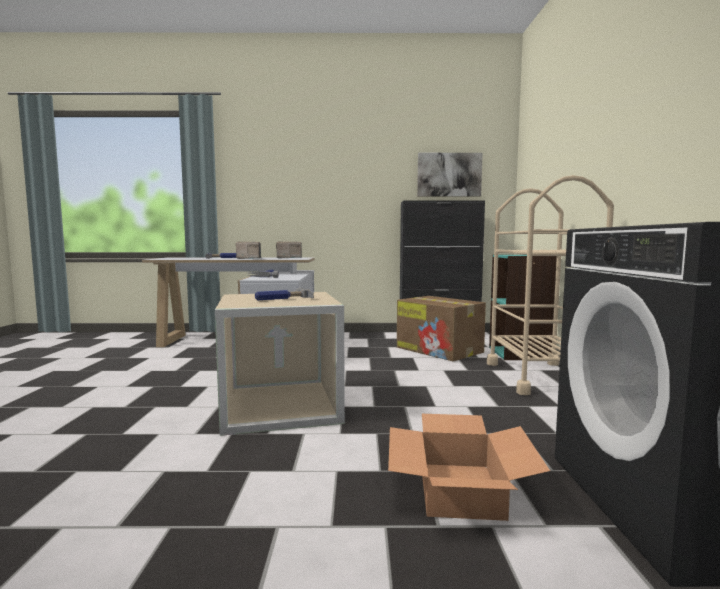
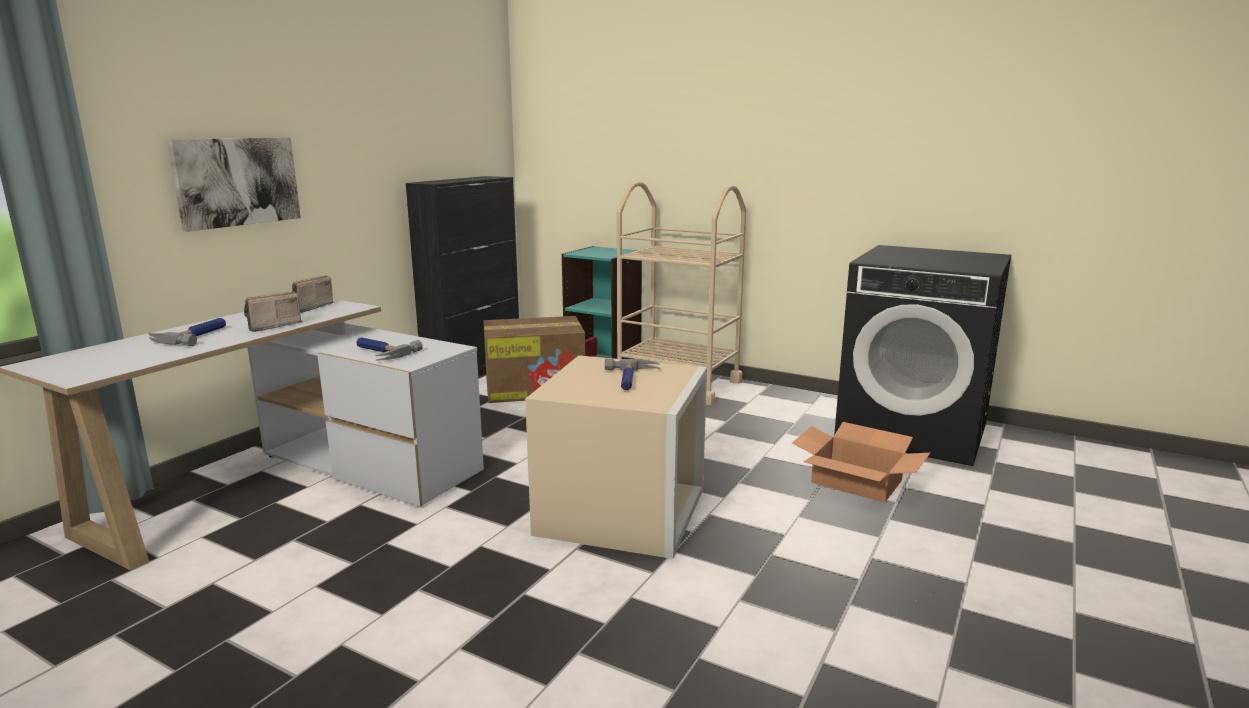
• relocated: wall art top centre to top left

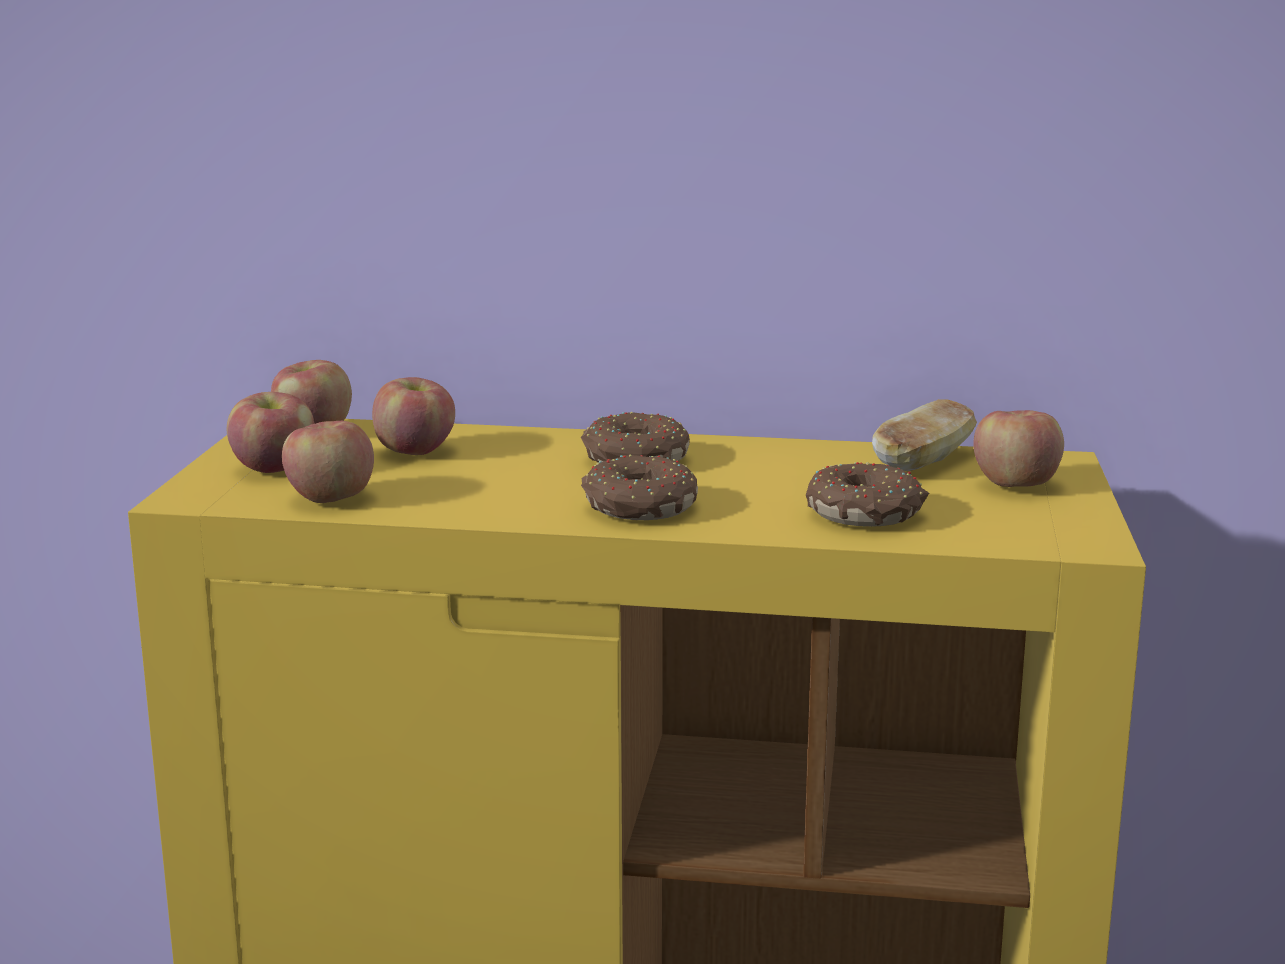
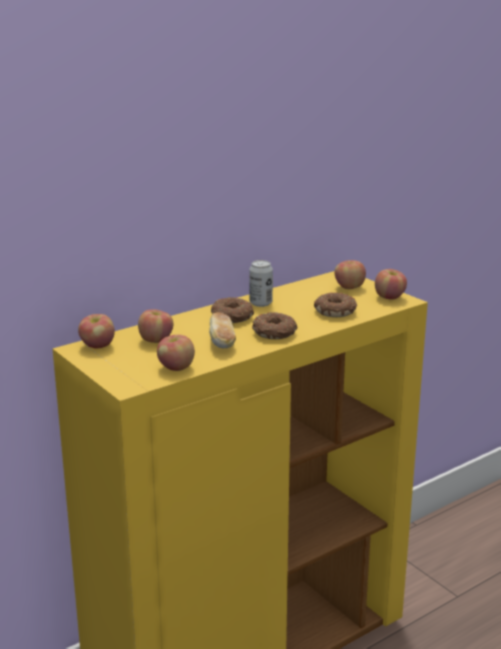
• relocated: baked bread middle right to centre
• appeared: sealed can centre
• relocated: apple fruit (no. 1 from left in the first image) middle left to apple fruit (no. 5 from left) middle right

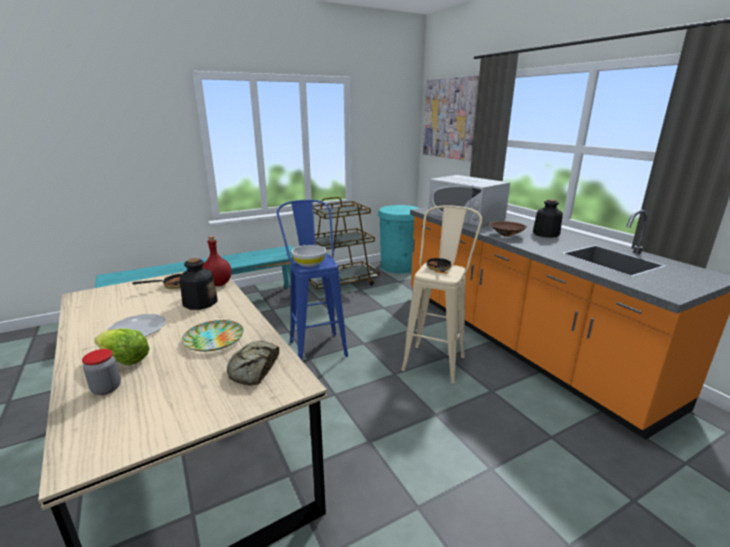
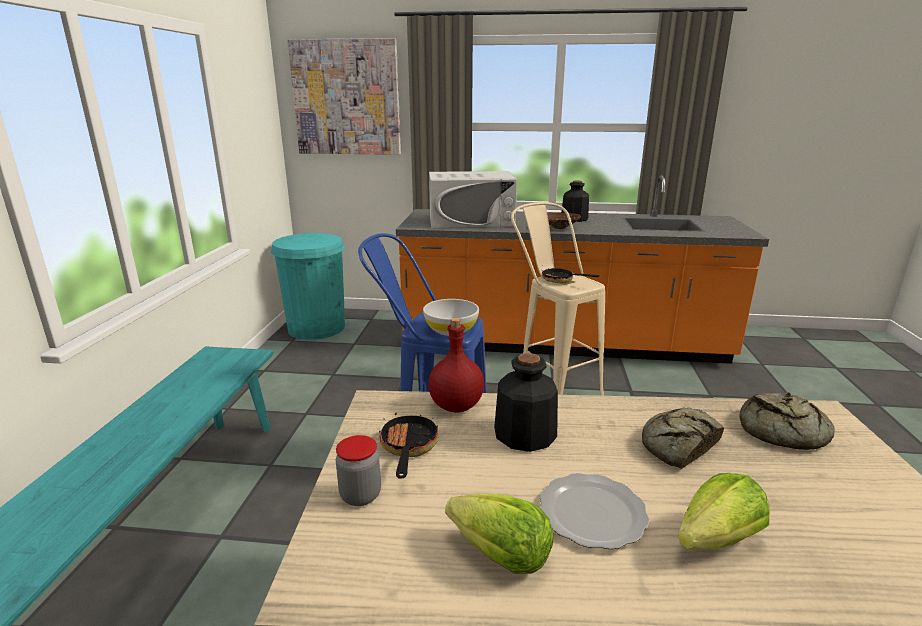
• relocated: storage jar bottom left to bottom centre
• appeared: head of lettuce (no. 1 from left) bottom centre
• exchanged: plate (no. 2 from left) middle left to baked bread (no. 1 from left) bottom right
• missing: brownish wheeled cart centre

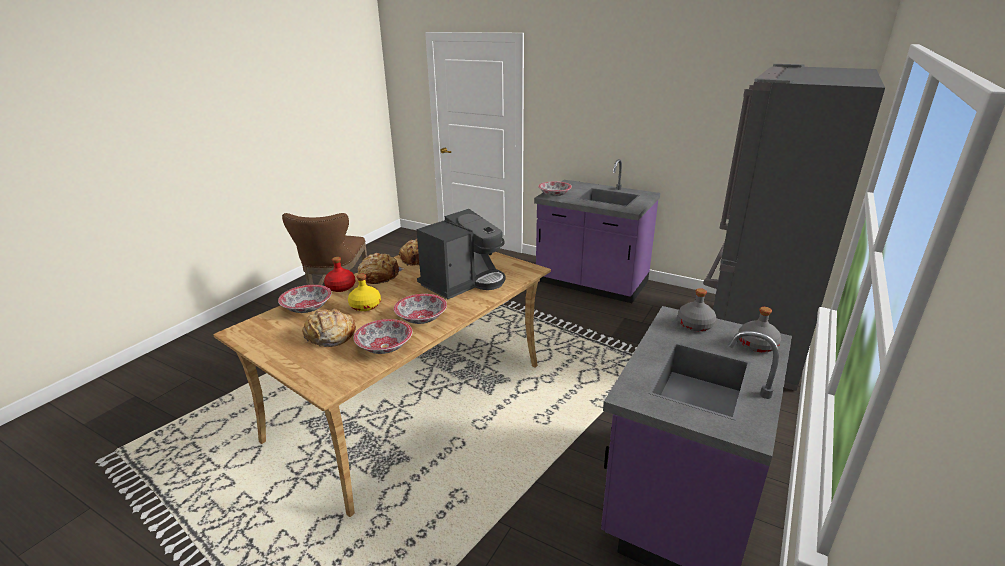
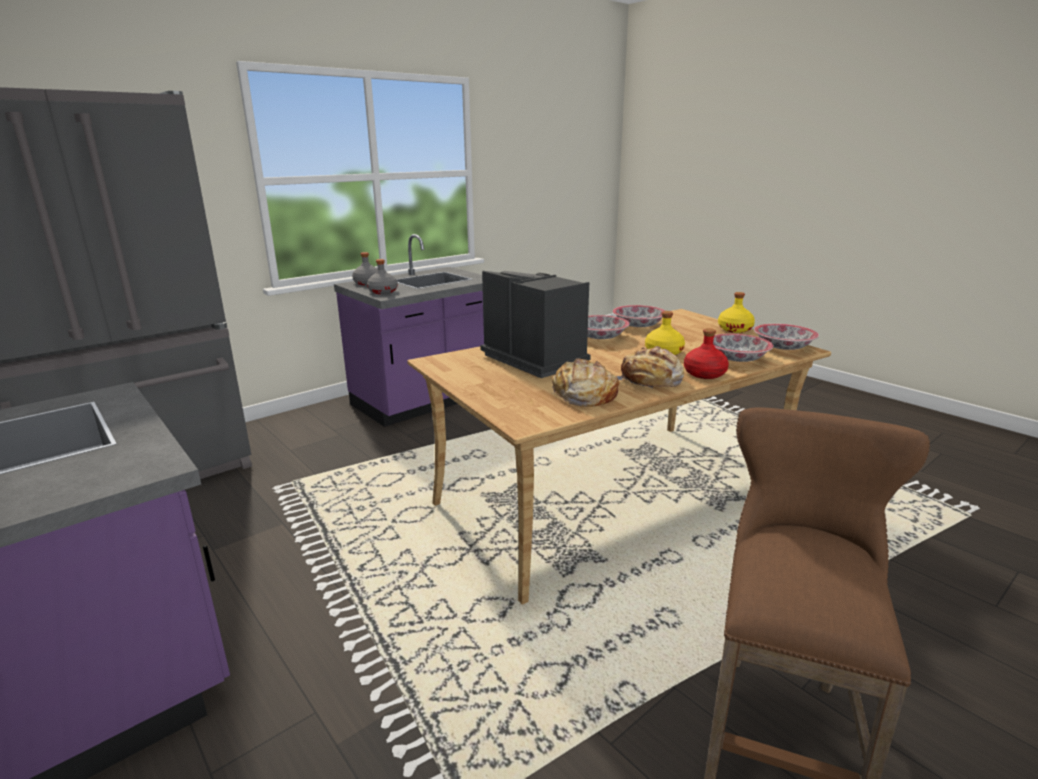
• spun: coffee maker centre = centre 75 degrees clockwise
• appeared: yellowish bottle (no. 2 from left) middle right
• relocated: deep dish (no. 4 from left) top centre to middle right
• missing: baked bread (no. 1 from left) middle left

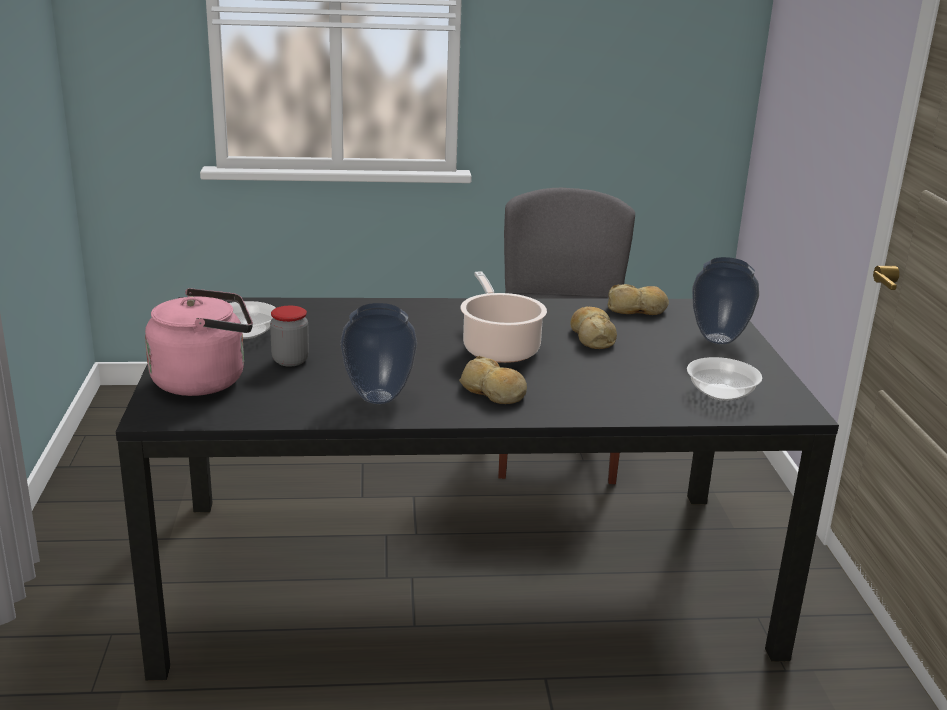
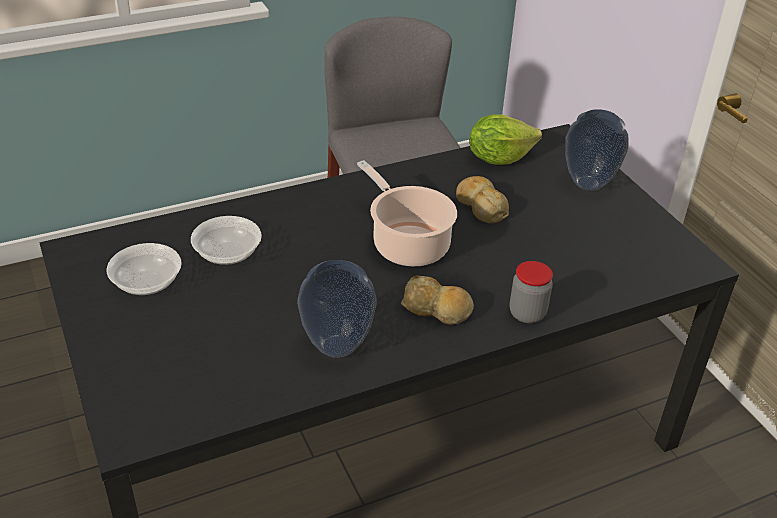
• relocated: deep dish (no. 2 from left) middle right to middle left
• exchanged: baked bread (no. 3 from left) middle right to head of lettuce top centre
• relocated: storage jar middle left to middle right
• missing: pinkish water kettle middle left

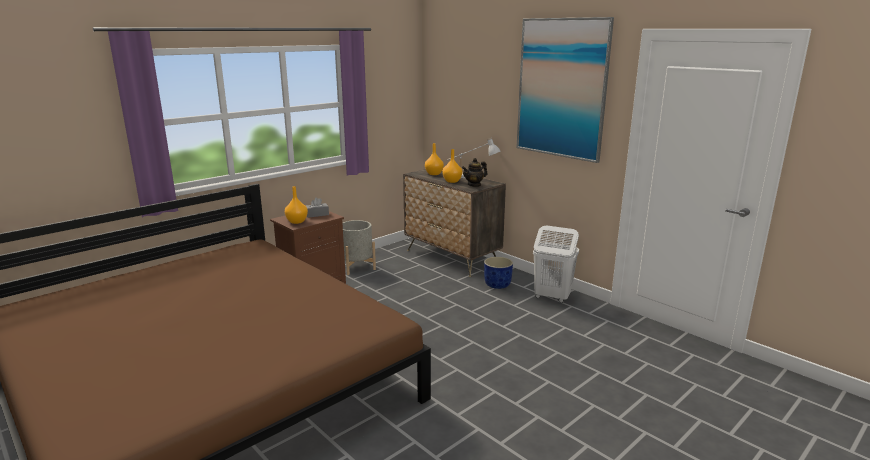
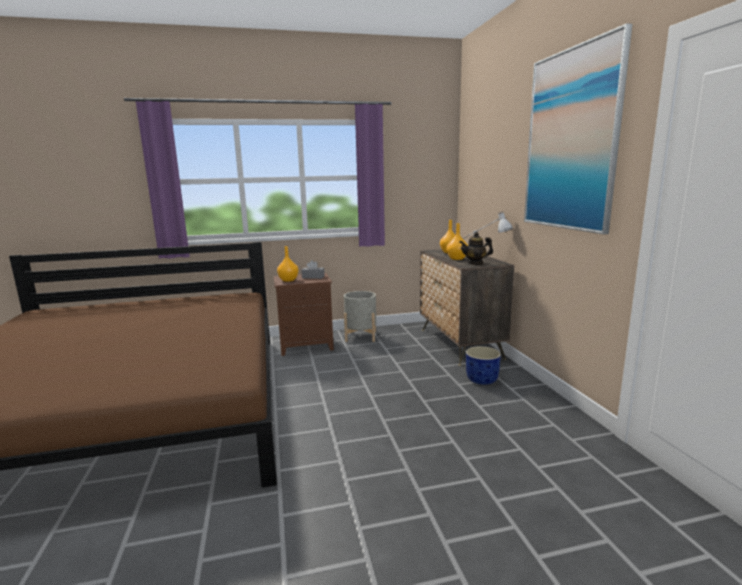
• missing: white-coloured hamper centre

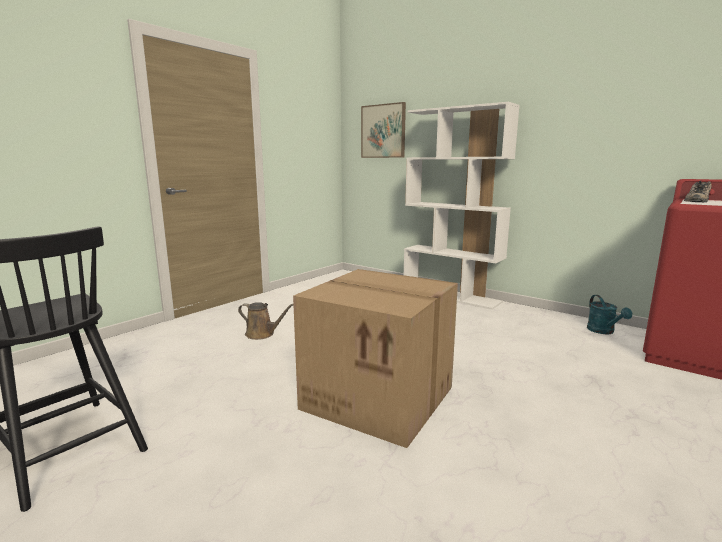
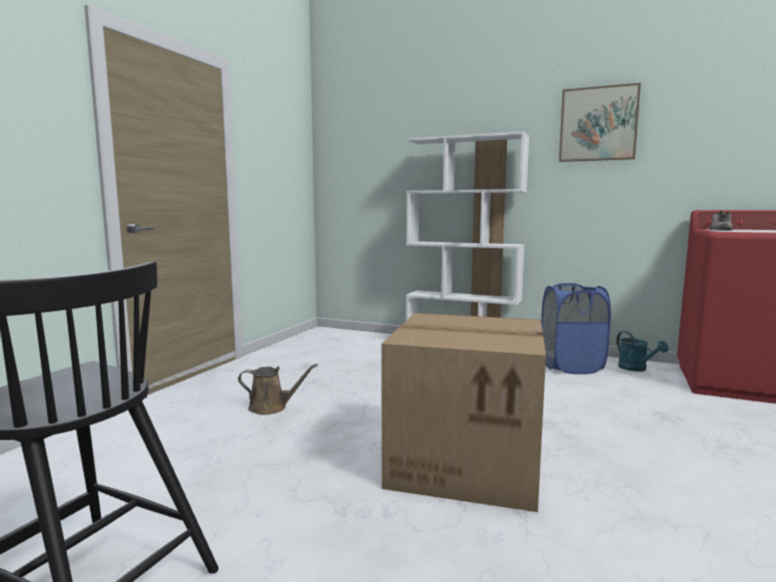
• appeared: blue-coloured hamper middle right
• relocated: wall art top centre to top right

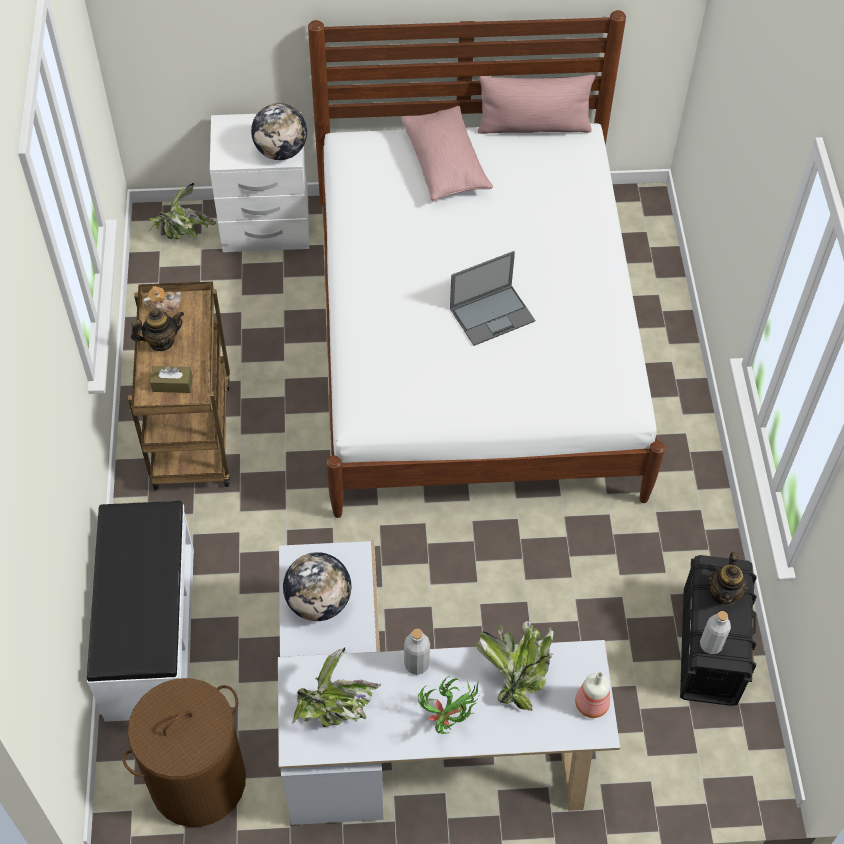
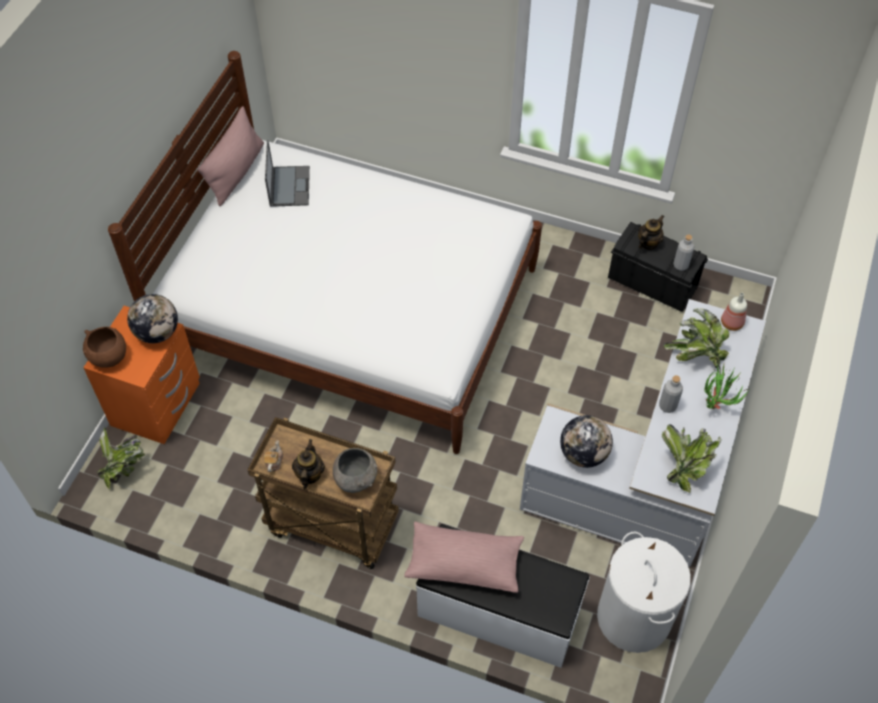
• colour: white-coloured night table top left to orange night table middle left
• appeared: brownish deep dish middle left
• relocated: laptop centre to top left
• exchanged: brownish box of tissues middle left to grey deep dish bottom centre
• relocated: pinkish throw pillow (no. 1 from left in the first image) top centre to pinkish throw pillow (no. 2 from left) bottom centre
• colour: brownish hamper bottom left to white-coloured hamper bottom right
• spun: tea pot (no. 3 from left) bottom right = top right 90 degrees counterclockwise

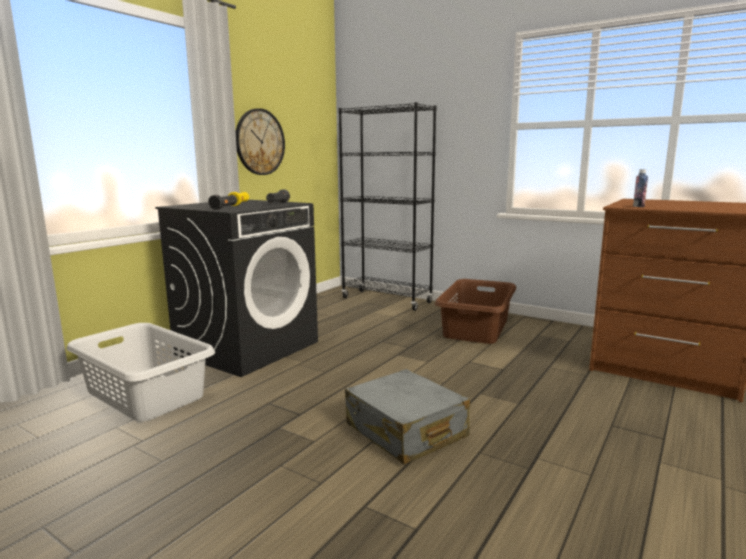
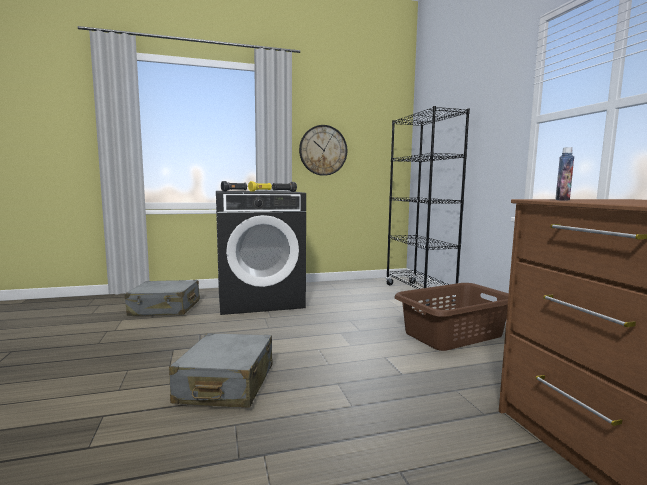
• exchanged: grey hamper middle left to grey travel case (no. 1 from left) middle left

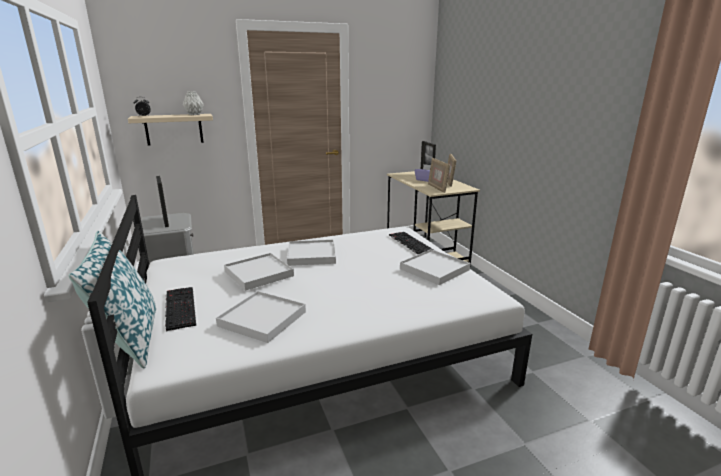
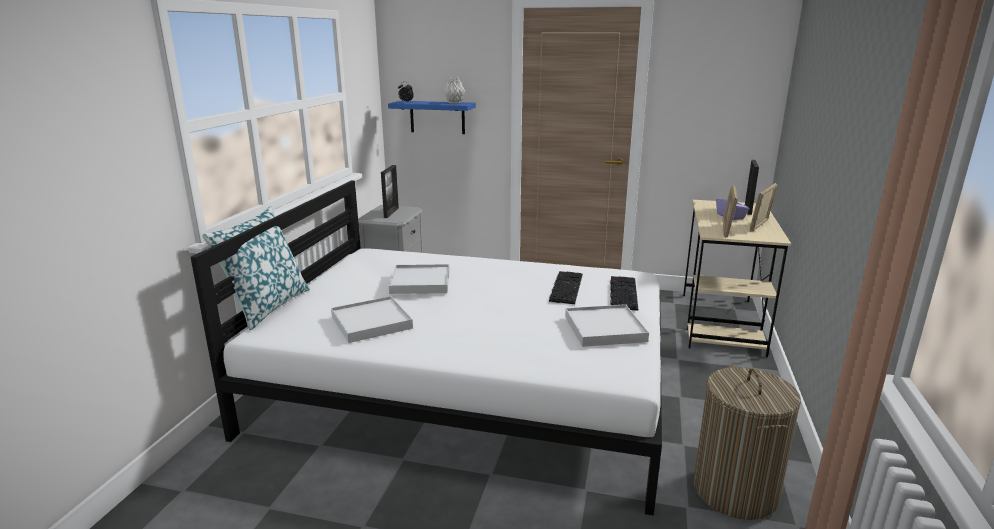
• colour: beige-coloured shelf top left to blue-coloured shelf top centre
• relocated: computer keyboard (no. 1 from left) middle left to centre
• appeared: hamper bottom right
• missing: white-coloured serving tray (no. 3 from left) centre

